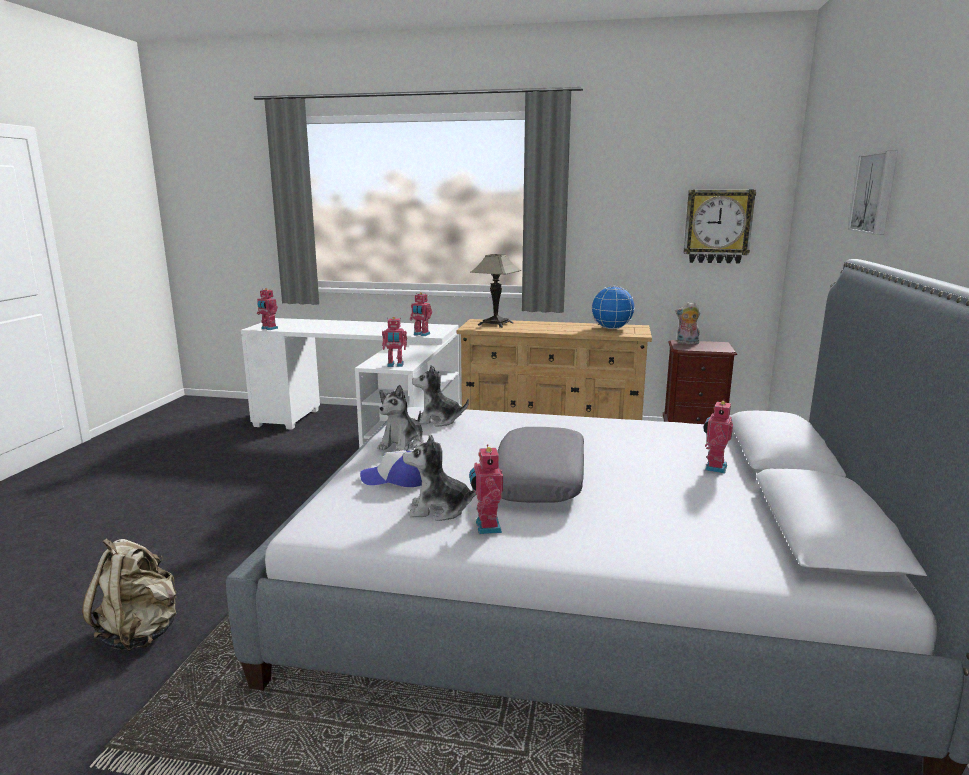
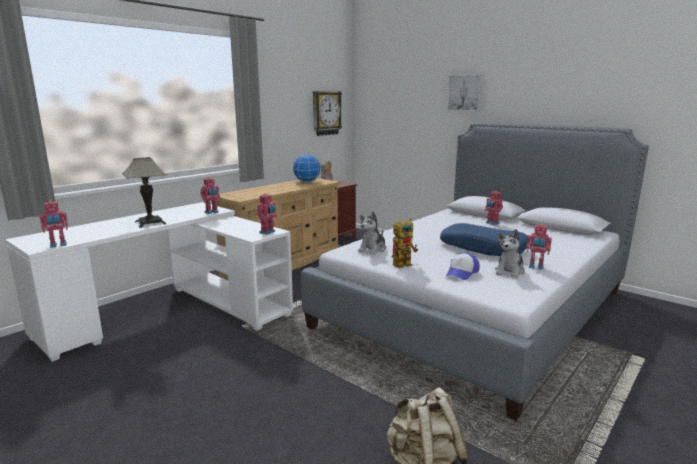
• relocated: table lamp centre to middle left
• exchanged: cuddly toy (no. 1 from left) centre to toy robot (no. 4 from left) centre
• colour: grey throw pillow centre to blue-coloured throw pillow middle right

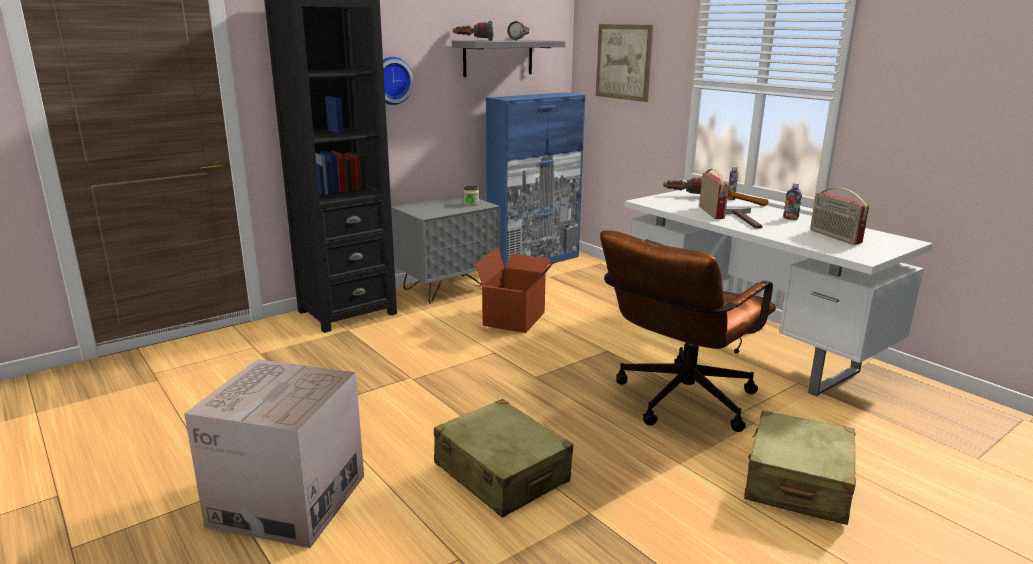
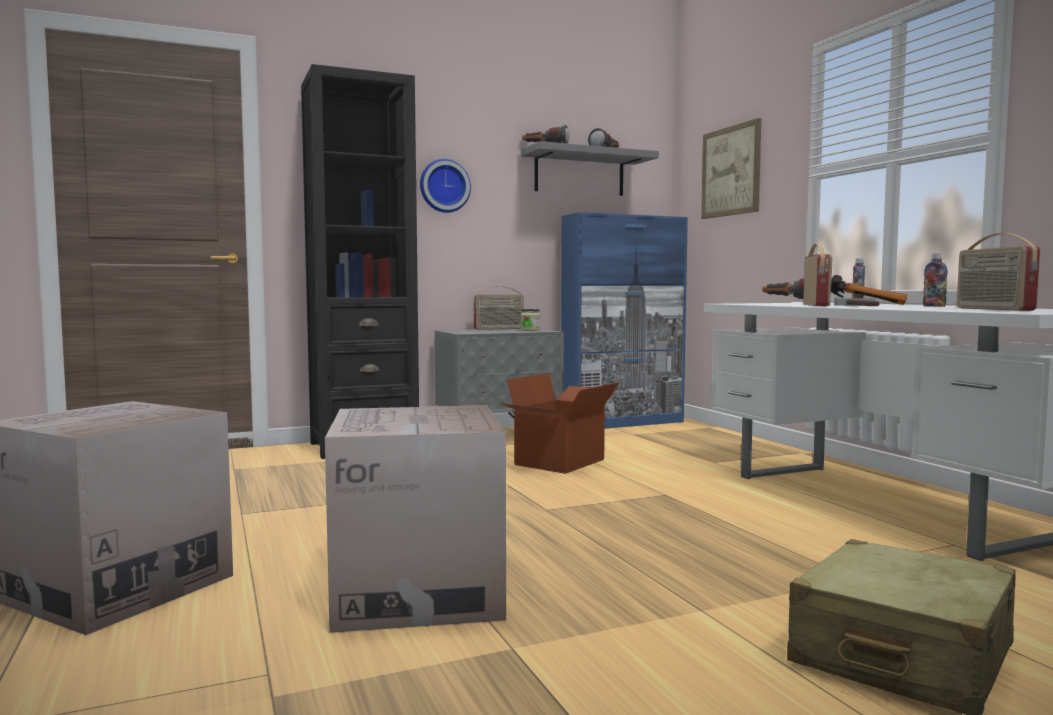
• exchanged: beige-coloured travel case (no. 1 from left) bottom centre to cardboard box (no. 2 from left) bottom centre
• appeared: radio set (no. 1 from left) centre
• missing: brownish desk chair centre

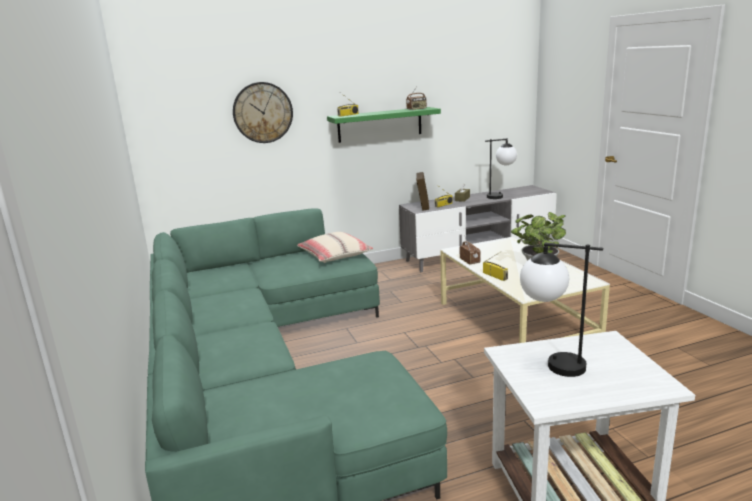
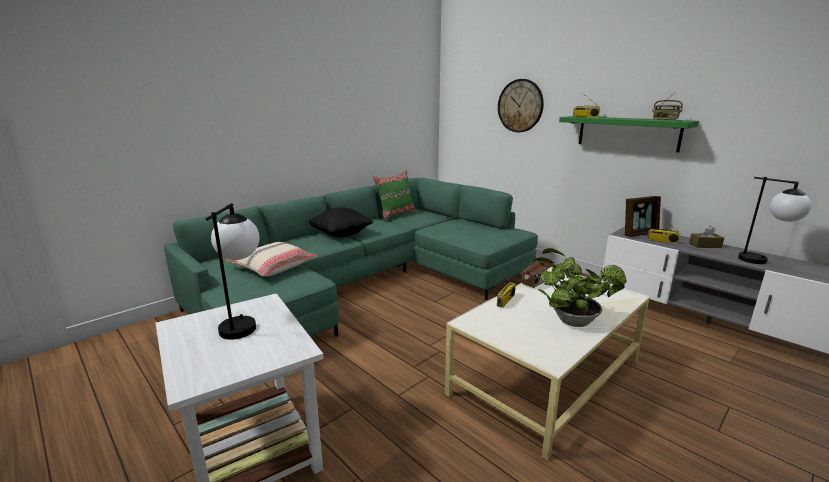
• relocated: beige-coloured throw pillow centre to middle left
• appeared: black throw pillow centre
• appeared: green-coloured throw pillow centre

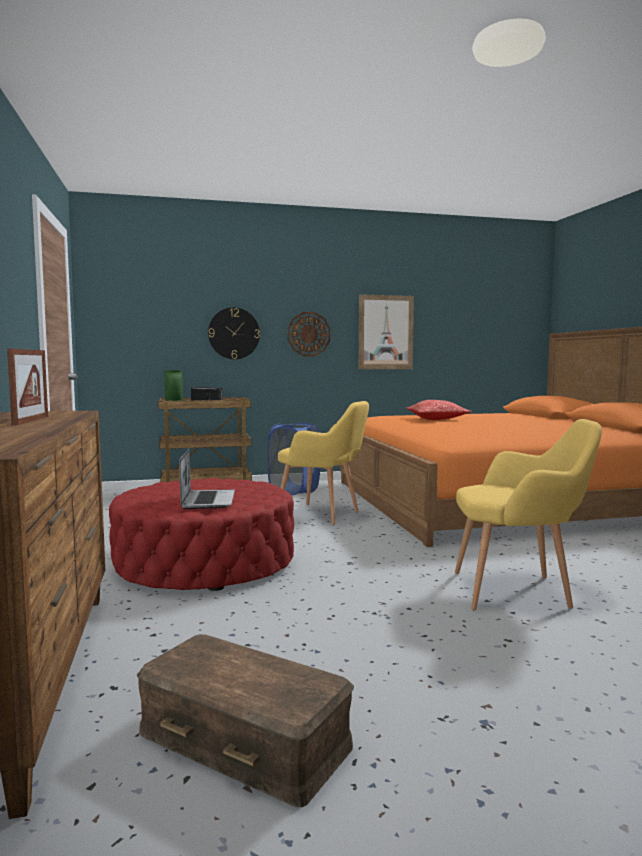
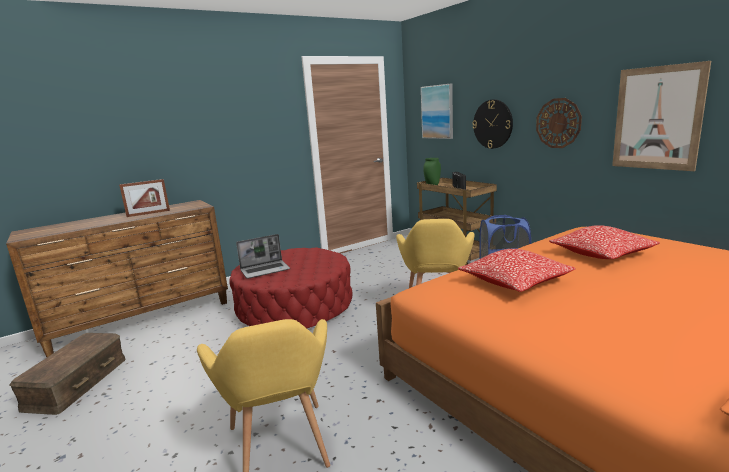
• appeared: wall art (no. 1 from left) top centre
• appeared: throw pillow (no. 1 from left) middle right

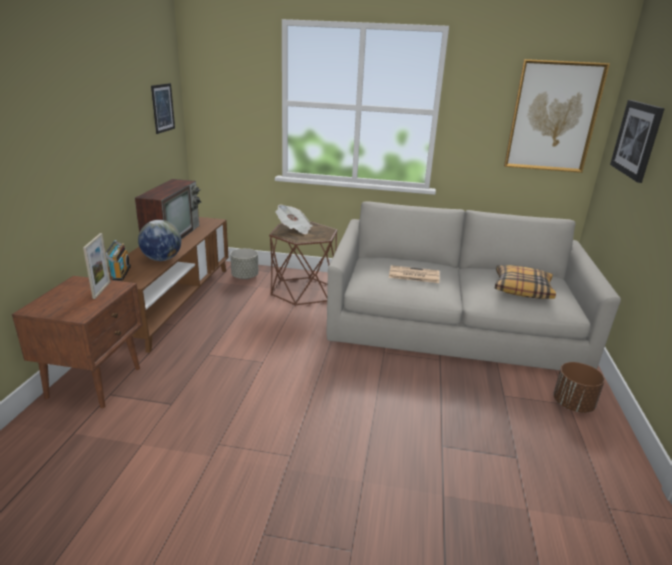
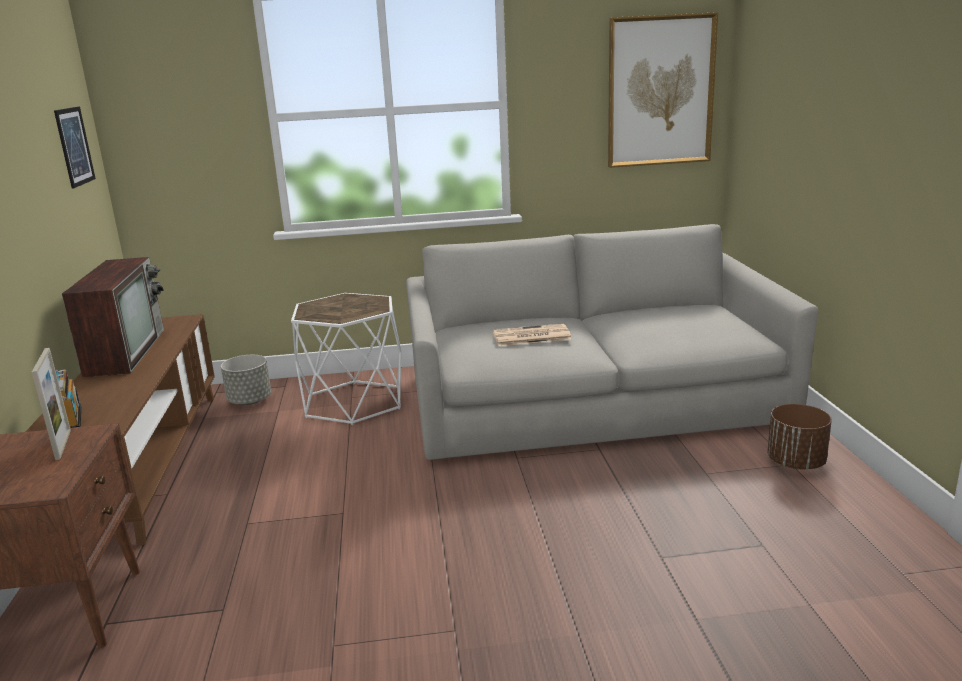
• colour: brownish accent table centre to white-coloured accent table centre
• missing: globe middle left
• missing: newspaper (no. 1 from left) centre
• missing: throw pillow middle right
• missing: wall art (no. 3 from left) top right

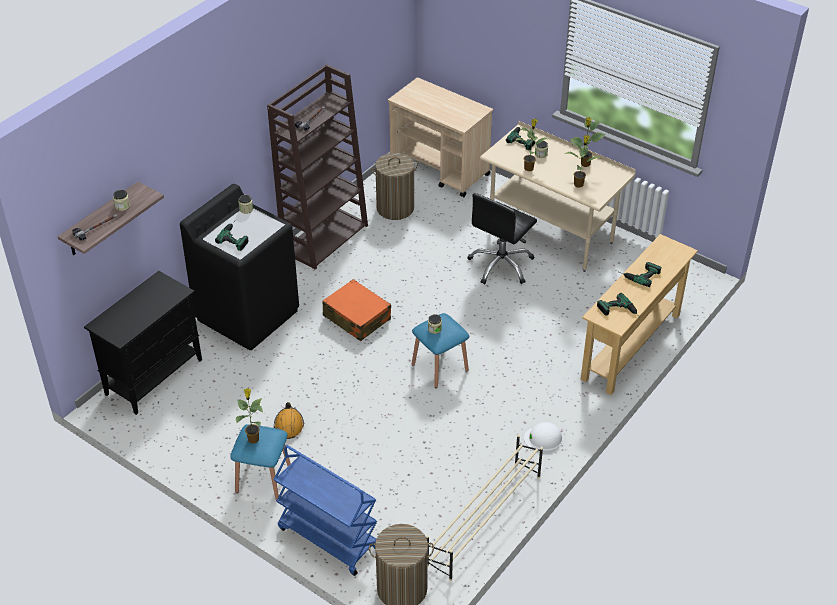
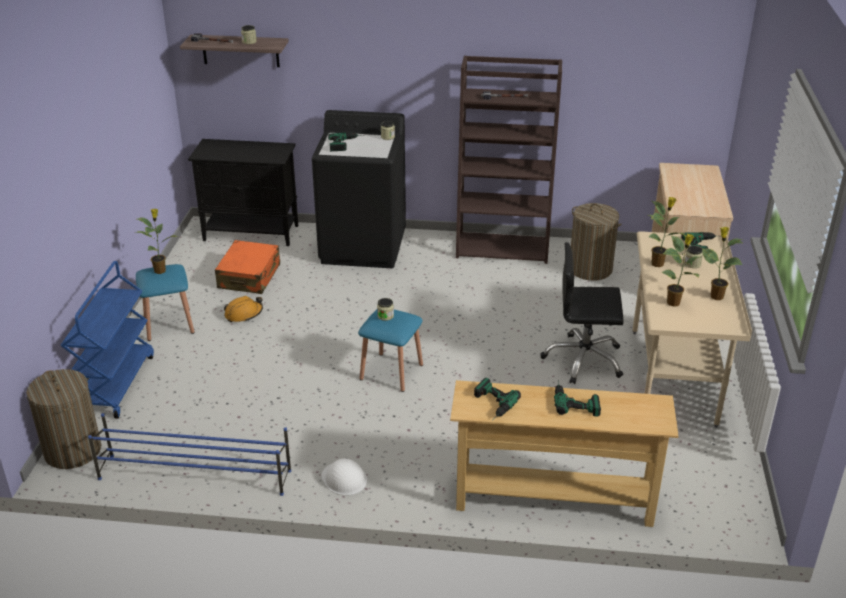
• colour: beige-coloured shoe rack bottom centre to blue-coloured shoe rack bottom left
• relocated: orange travel case centre to middle left

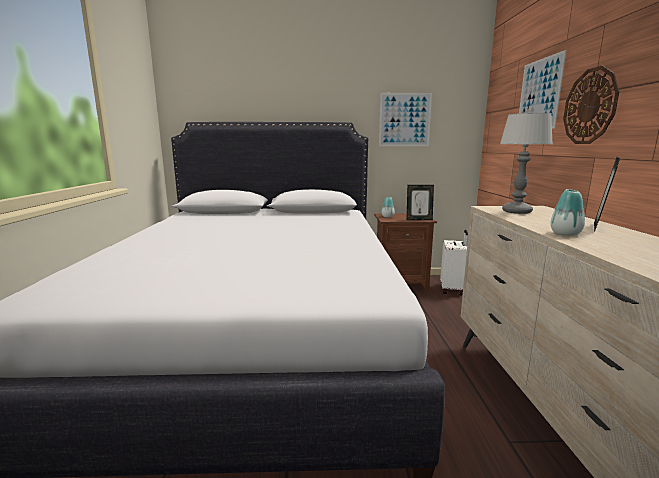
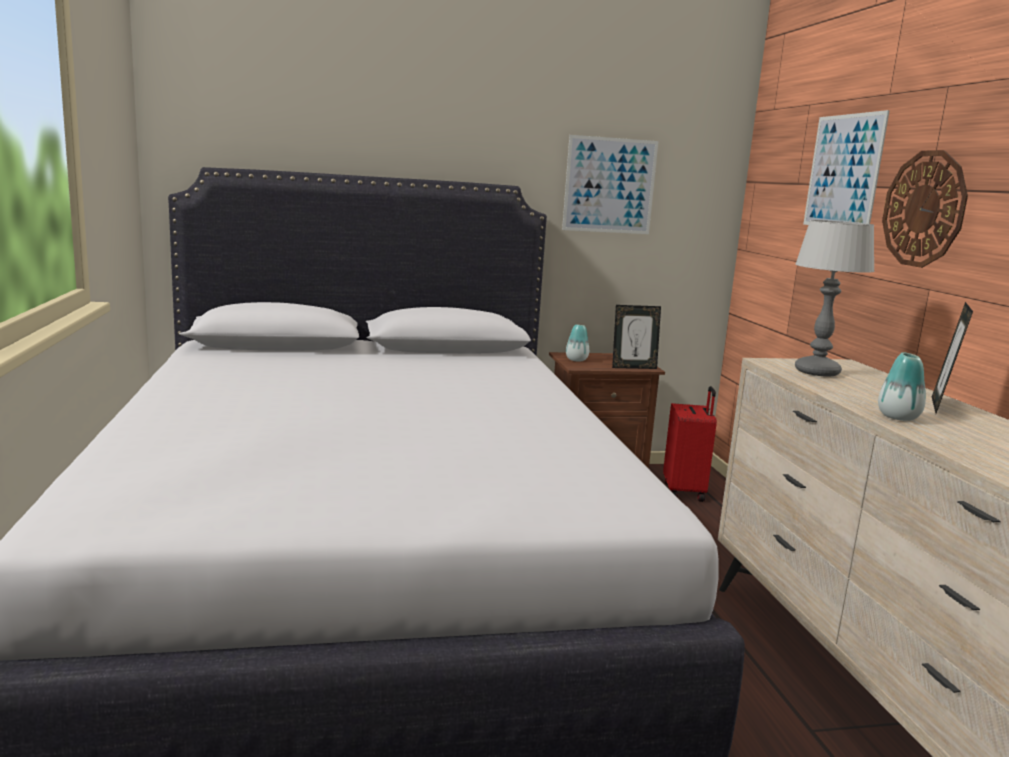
• colour: white-coloured travel case middle right to reddish travel case middle right

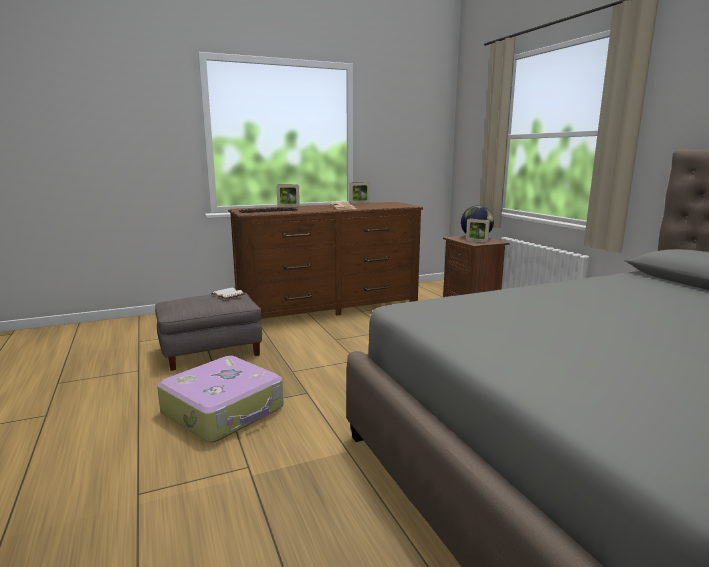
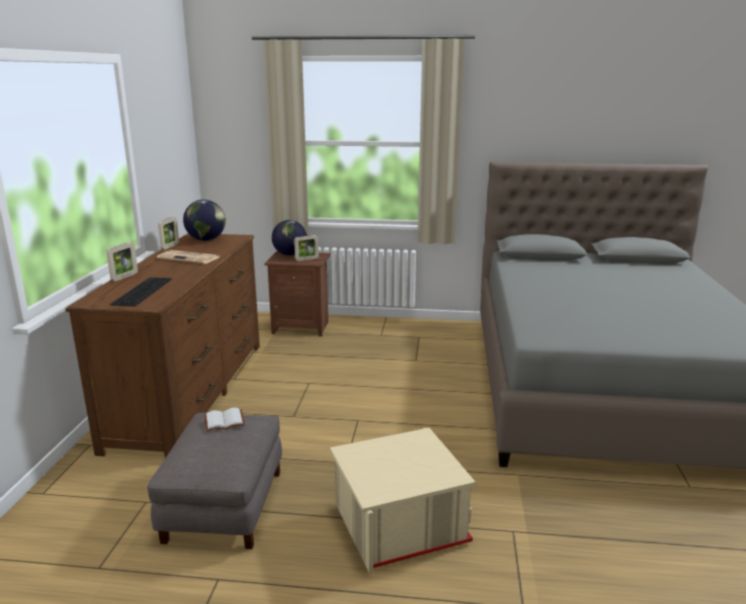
• appeared: globe (no. 1 from left) middle left
• exchanged: travel case bottom left to beige-coloured storage container bottom centre

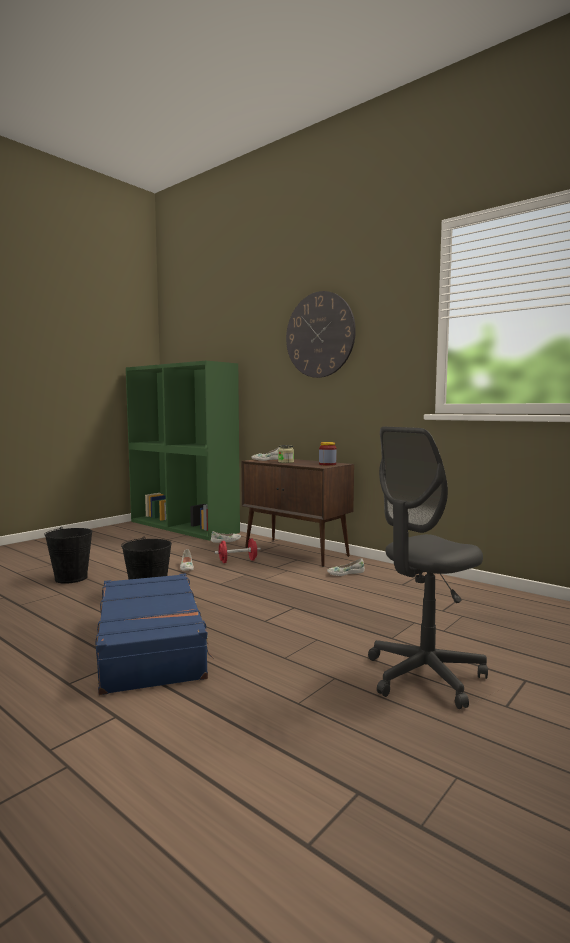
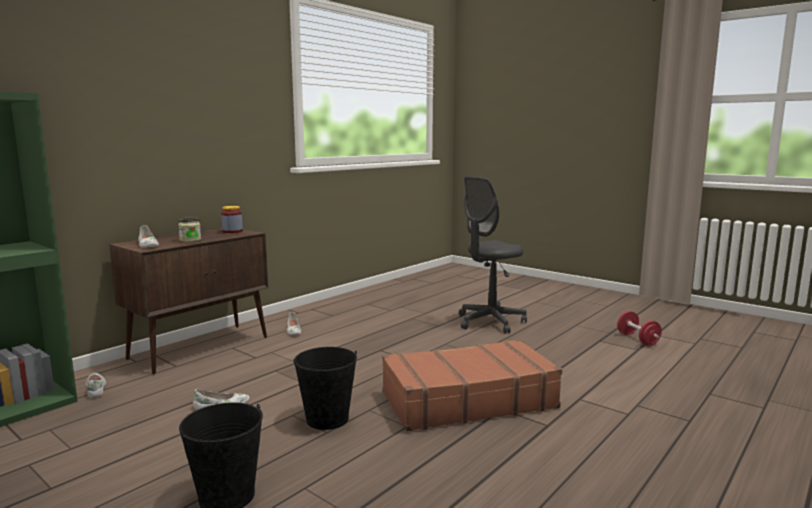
• colour: blue-coloured travel case bottom left to brownish travel case bottom centre
• spun: grey desk chair middle right = centre 90 degrees clockwise
• relocated: reddish hand weight centre to middle right
• missing: clock on the wall centre

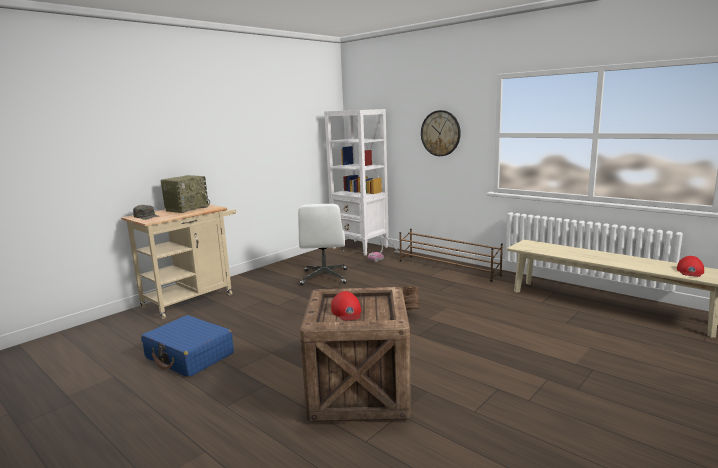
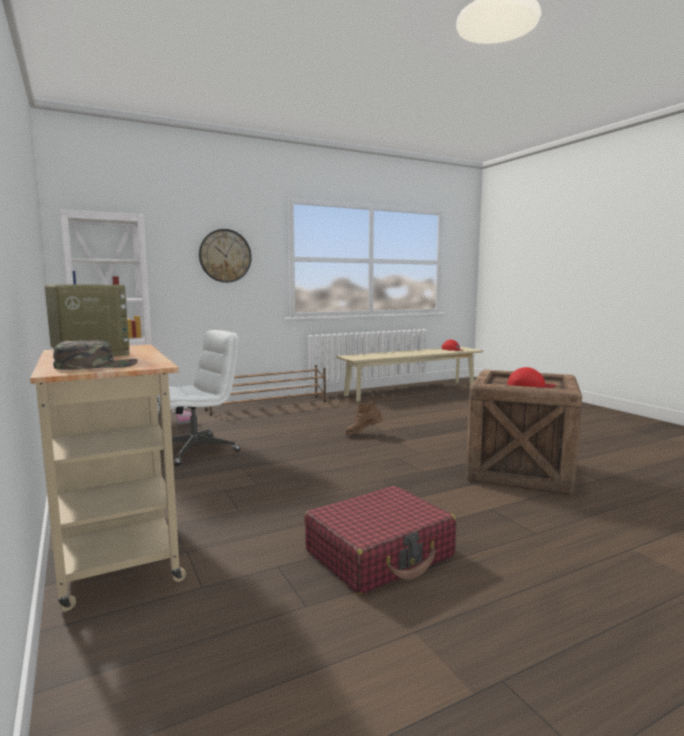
• spun: white-coloured desk chair centre = middle left 60 degrees counterclockwise
• colour: blue-coloured travel case bottom left to reddish travel case bottom centre

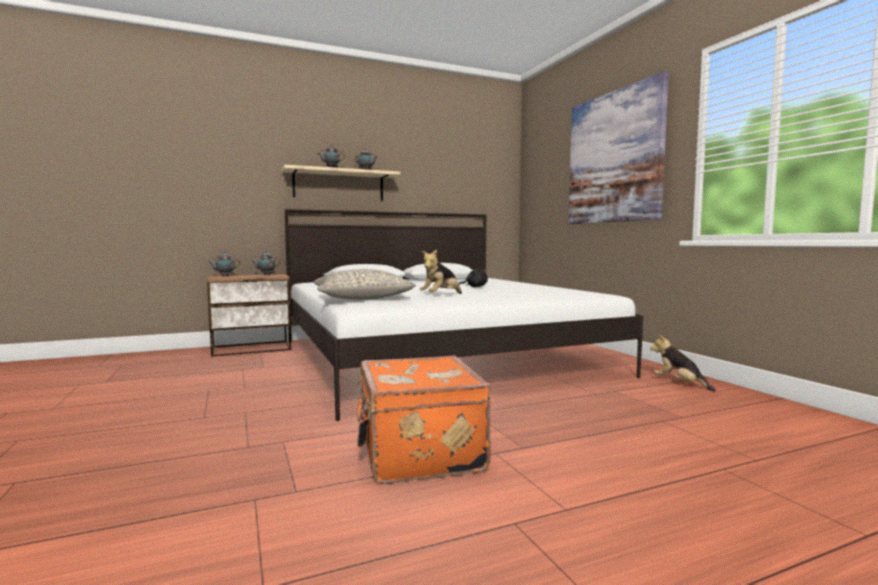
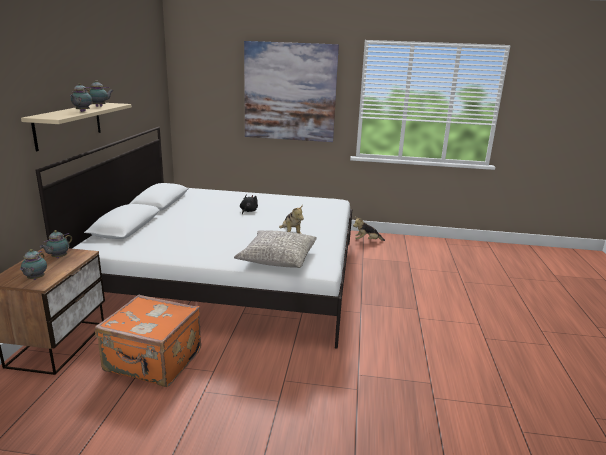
• relocated: orange travel case bottom centre to bottom left

